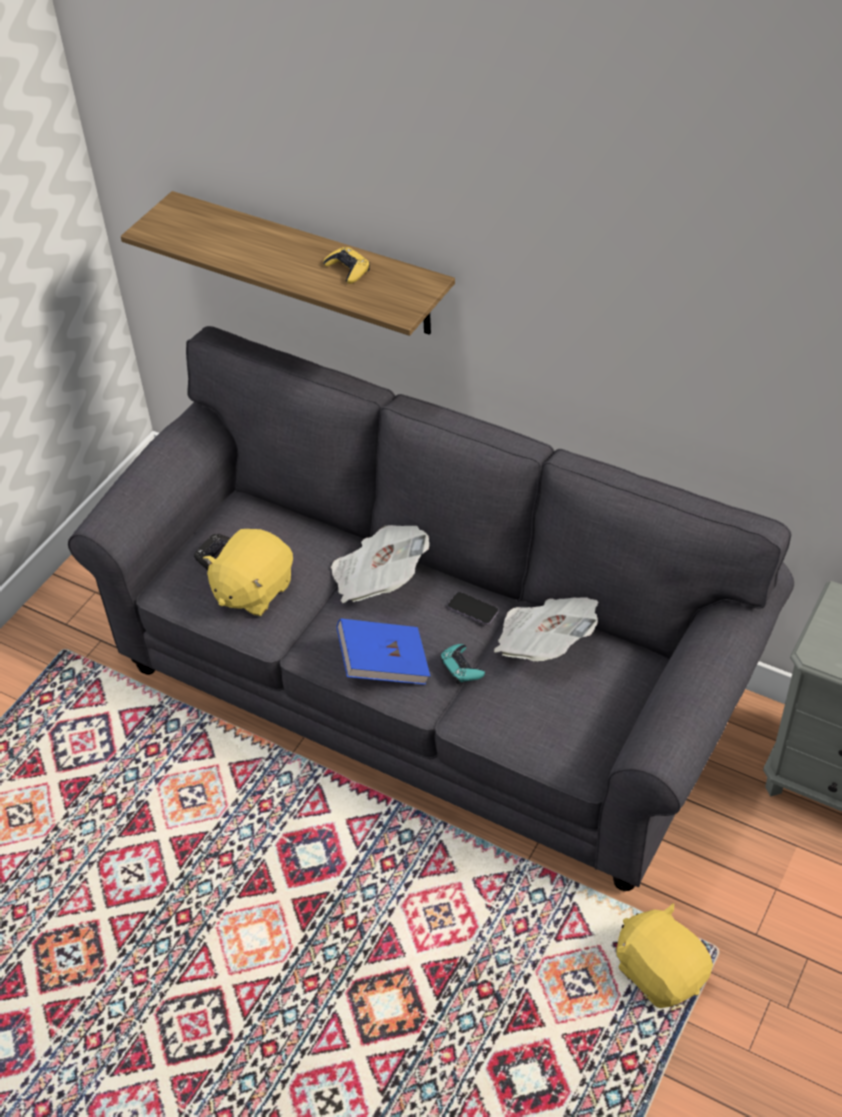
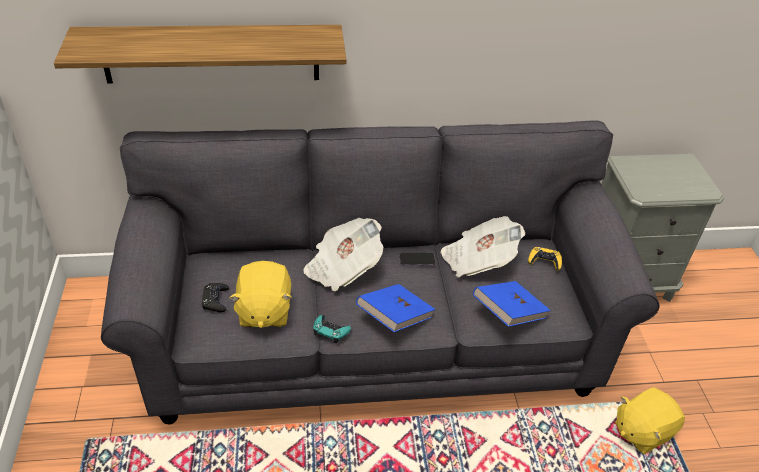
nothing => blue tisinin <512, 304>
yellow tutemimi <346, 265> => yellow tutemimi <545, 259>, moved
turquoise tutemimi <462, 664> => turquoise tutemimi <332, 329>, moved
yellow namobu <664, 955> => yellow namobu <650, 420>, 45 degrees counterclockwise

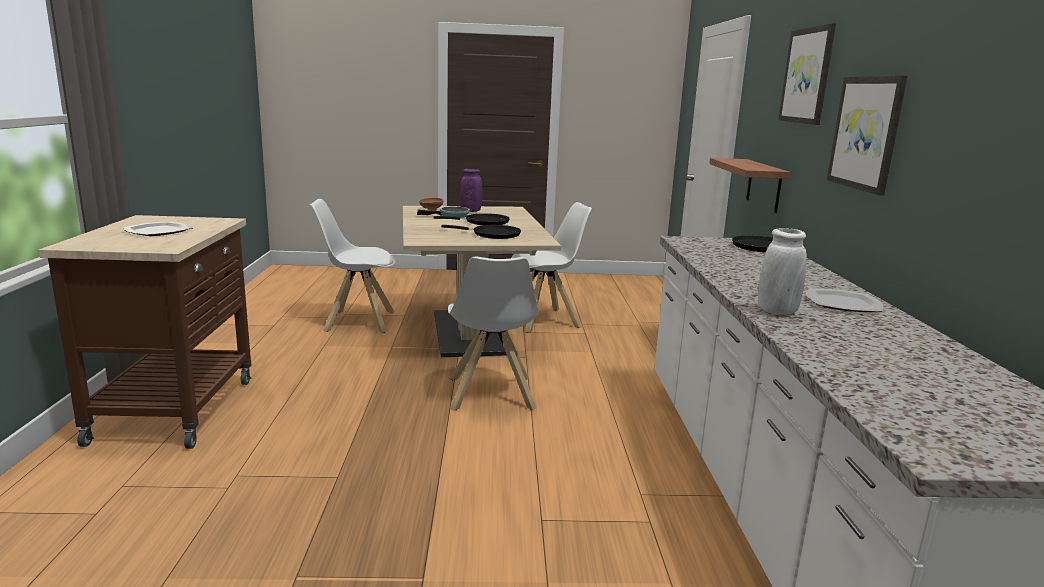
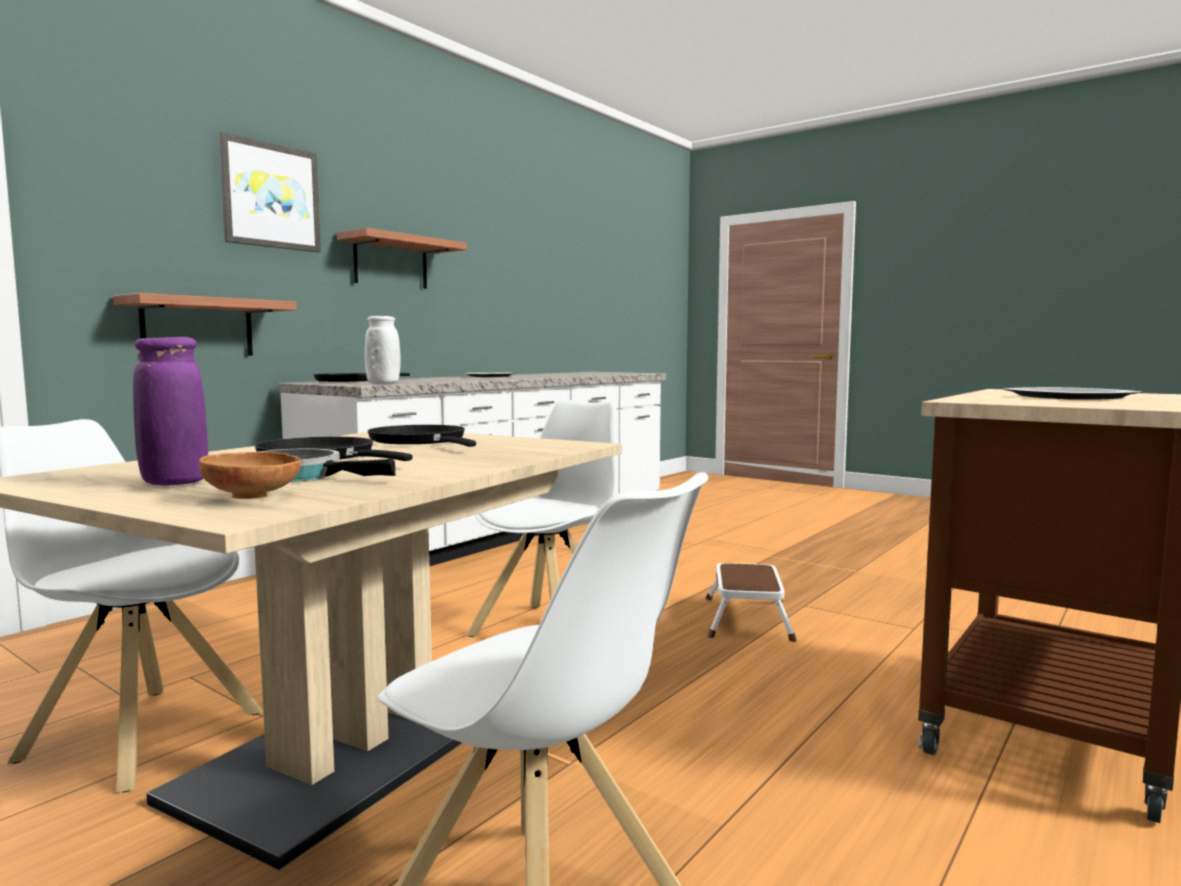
nothing => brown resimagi <751, 602>
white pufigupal <782, 271> => white pufigupal <383, 350>, moved
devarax <867, 135> => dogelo <402, 258>

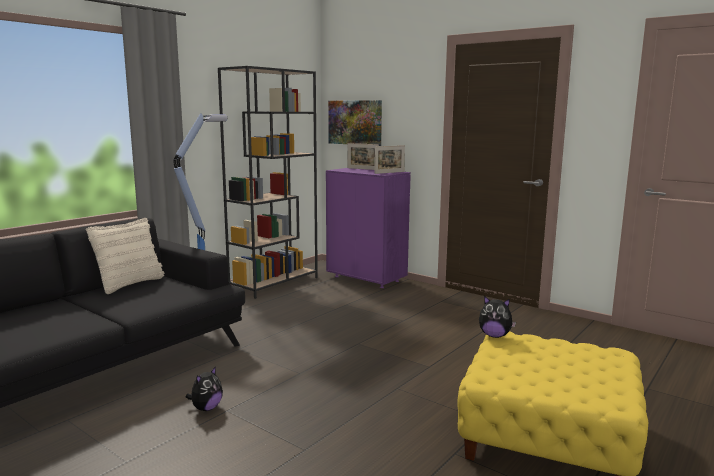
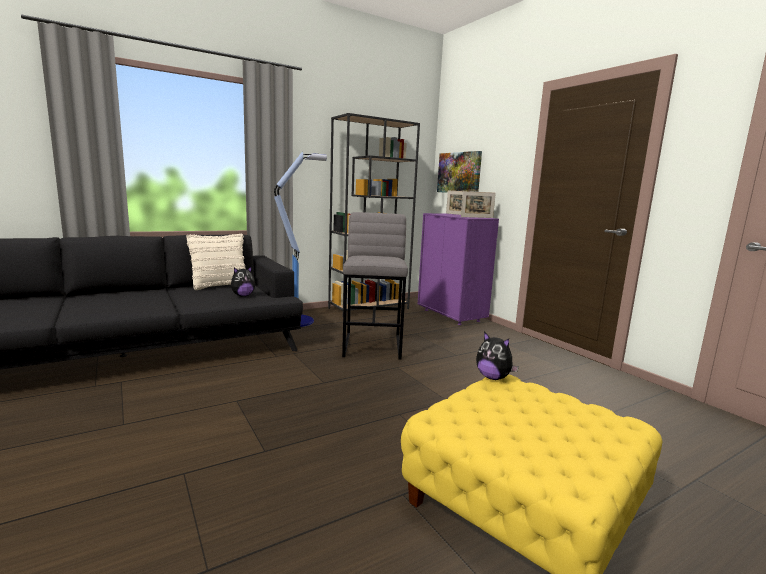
nothing => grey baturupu <375, 286>
namobu <204, 388> => namobu <243, 281>, moved

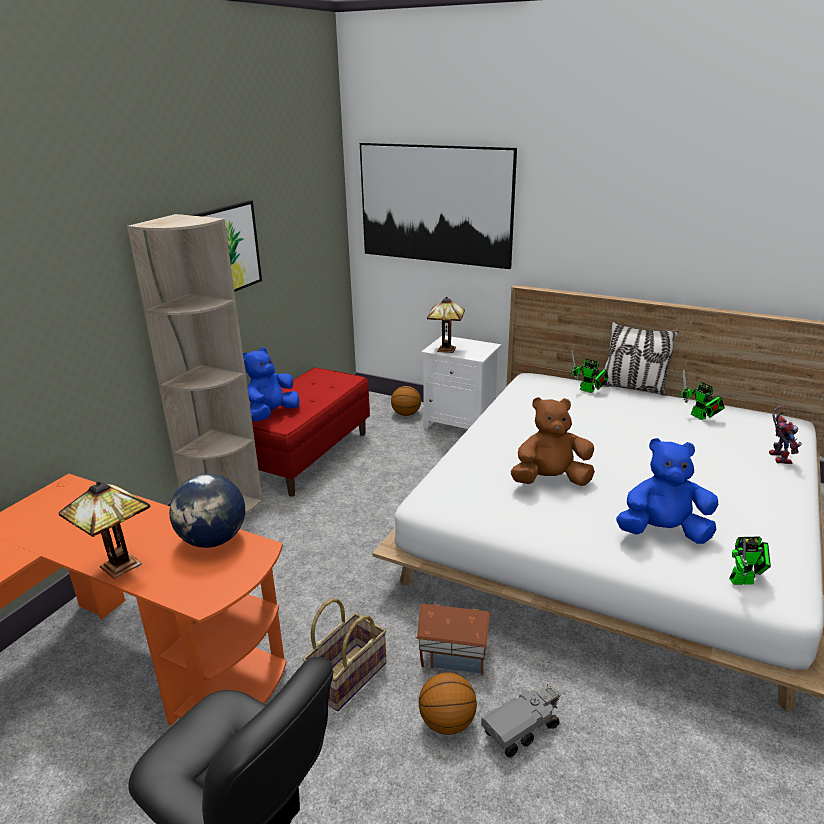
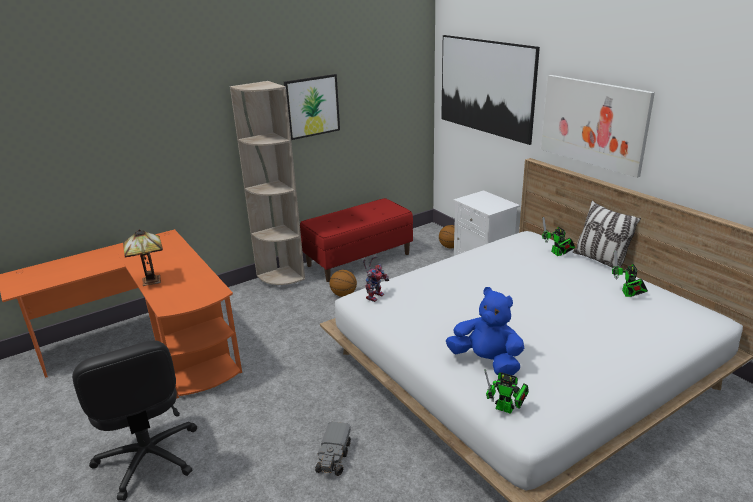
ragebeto <207, 511> => nothing
blue namobu <271, 384> => nothing
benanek <344, 654> => nothing
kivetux <453, 639> => nothing
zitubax <446, 325> => nothing
brown namobu <552, 441> => nothing
nothing => devarax <598, 126>
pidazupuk <448, 703> => pidazupuk <343, 283>, moved
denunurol <785, 435> => denunurol <376, 279>, moved
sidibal <521, 721> => sidibal <333, 449>, 105 degrees clockwise

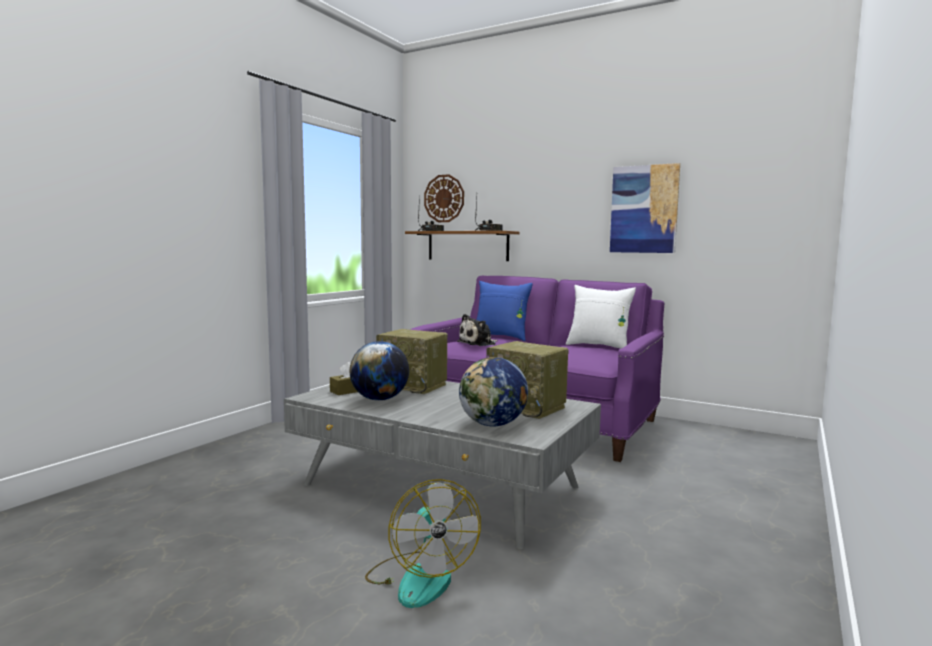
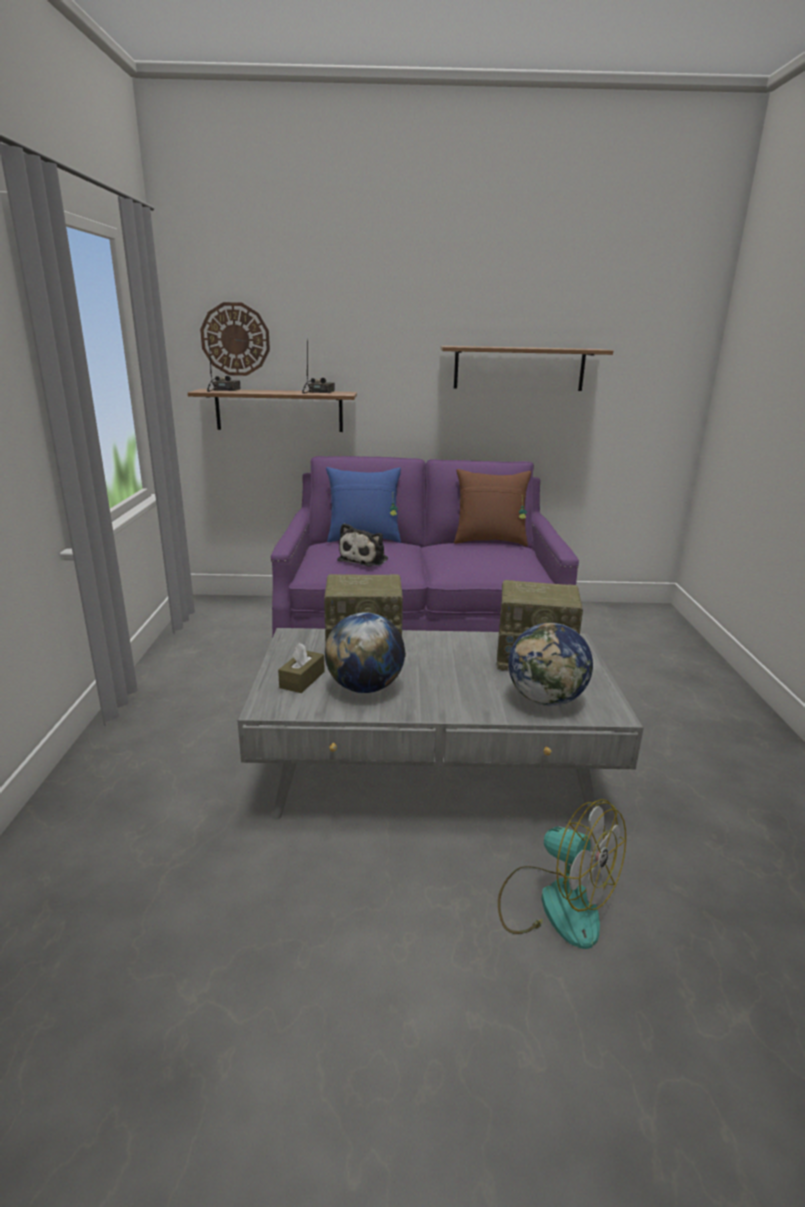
devarax <645, 208> => dogelo <526, 368>
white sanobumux <601, 317> => brown sanobumux <492, 507>

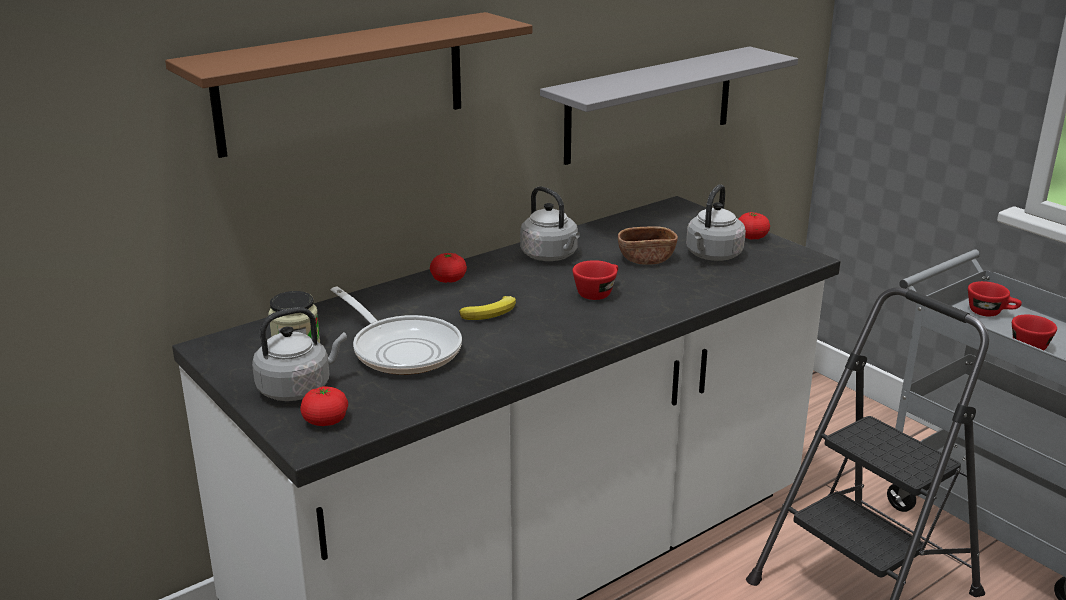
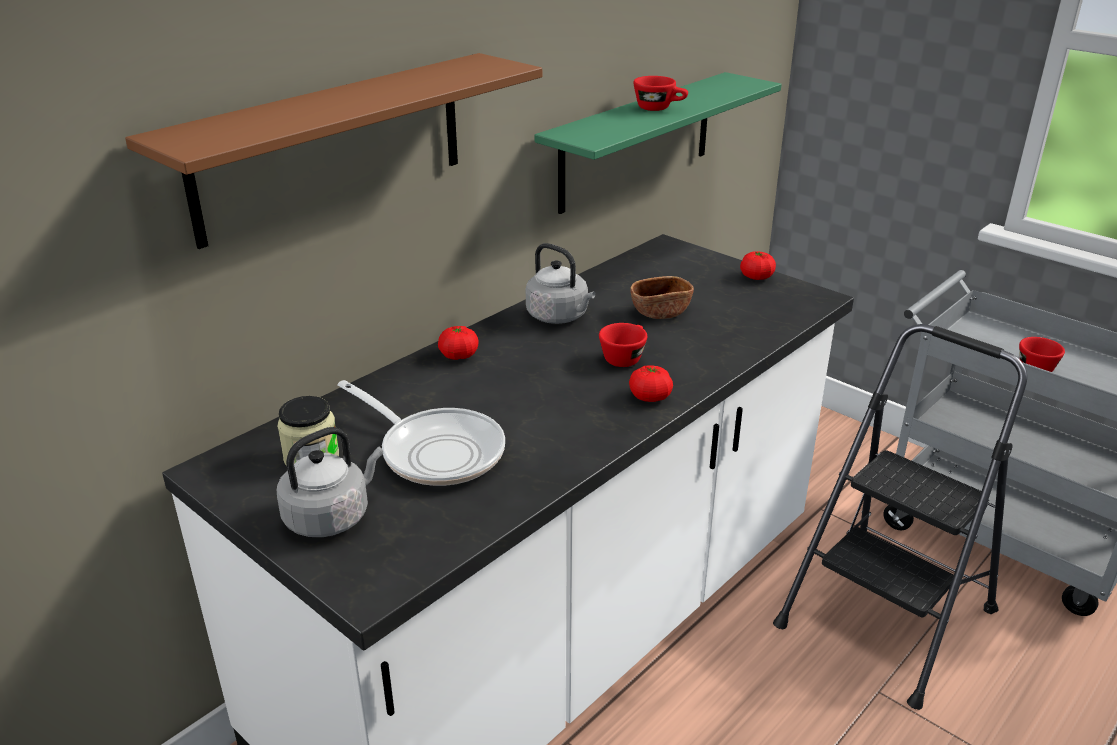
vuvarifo <487, 308> => nothing
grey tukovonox <716, 222> => nothing
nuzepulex <324, 406> => nuzepulex <651, 383>, moved
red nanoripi <995, 298> => red nanoripi <660, 93>, moved
grey dogelo <669, 105> => green dogelo <658, 143>

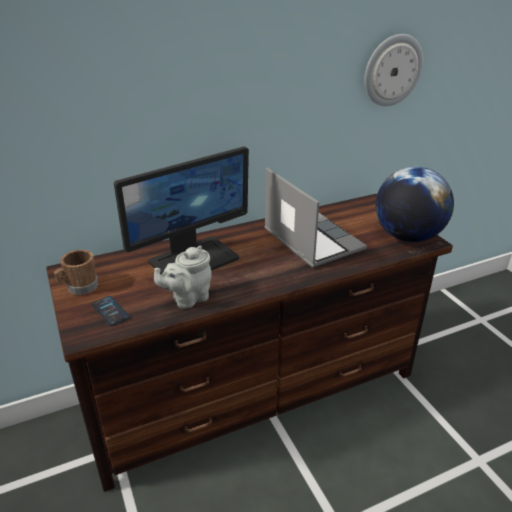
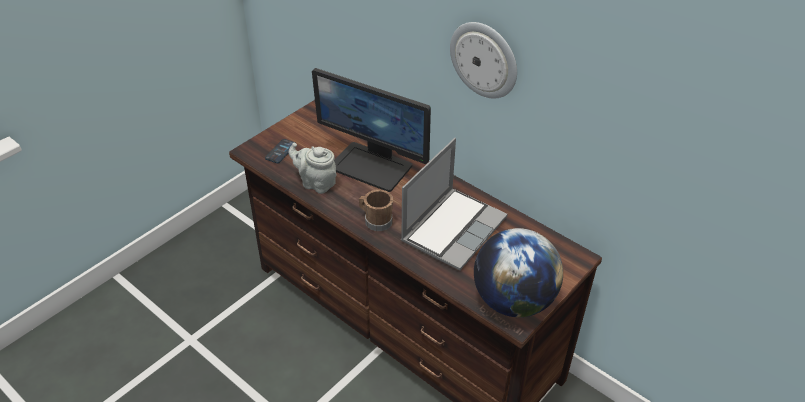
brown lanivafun <76, 272> => brown lanivafun <376, 210>, moved
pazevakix <394, 70> => pazevakix <483, 60>, moved

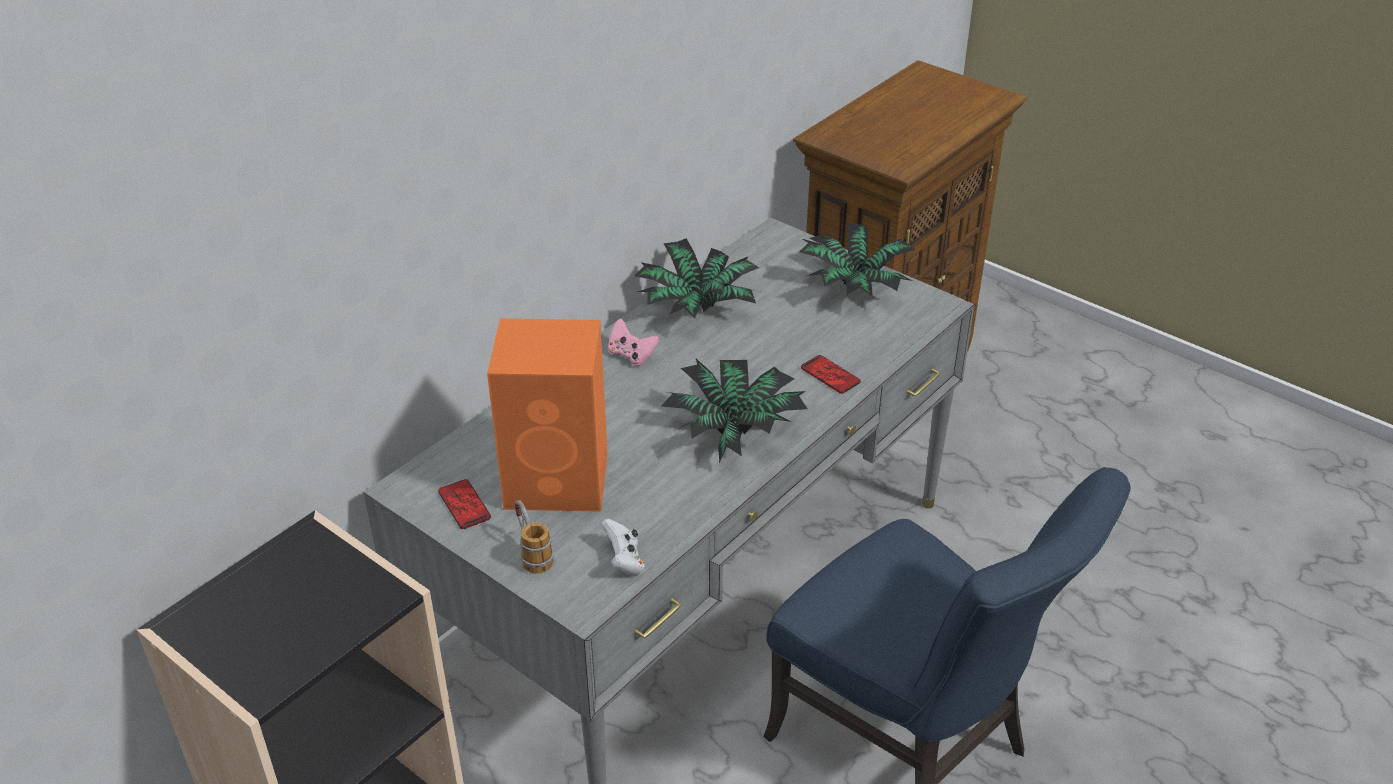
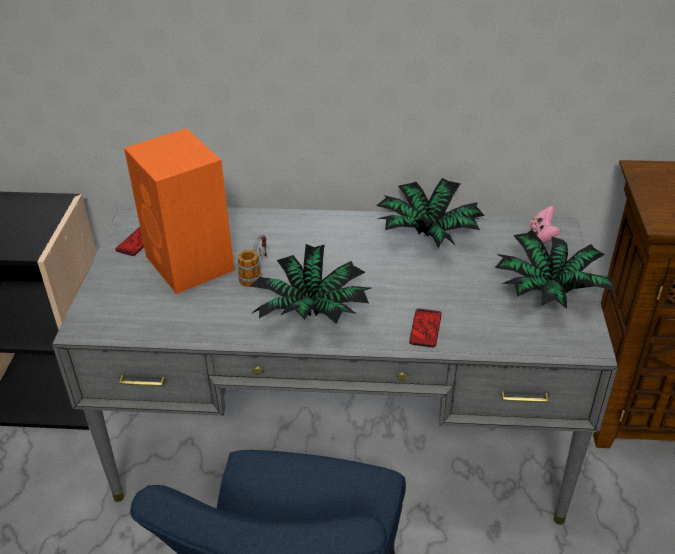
white tutemimi <623, 547> => nothing
lanivafun <534, 537> => lanivafun <252, 261>, moved
pink tutemimi <633, 342> => pink tutemimi <545, 224>, moved

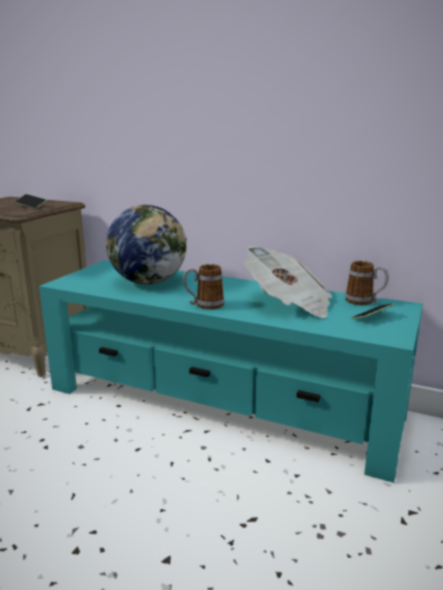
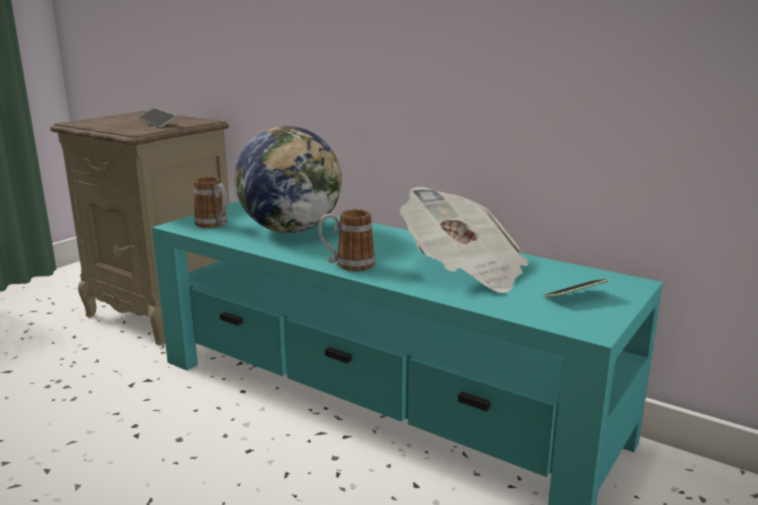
lanivafun <367, 283> => lanivafun <211, 202>, moved

